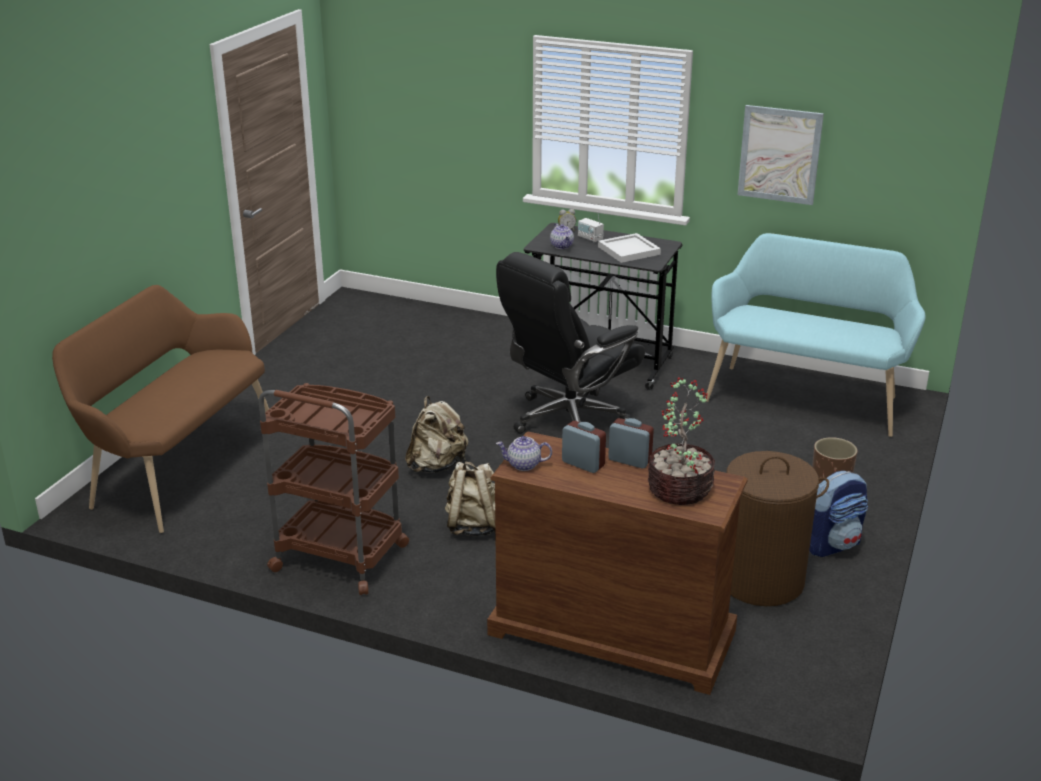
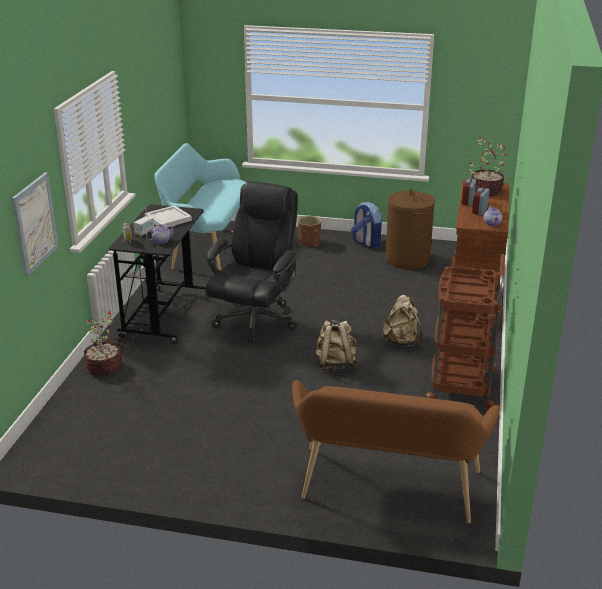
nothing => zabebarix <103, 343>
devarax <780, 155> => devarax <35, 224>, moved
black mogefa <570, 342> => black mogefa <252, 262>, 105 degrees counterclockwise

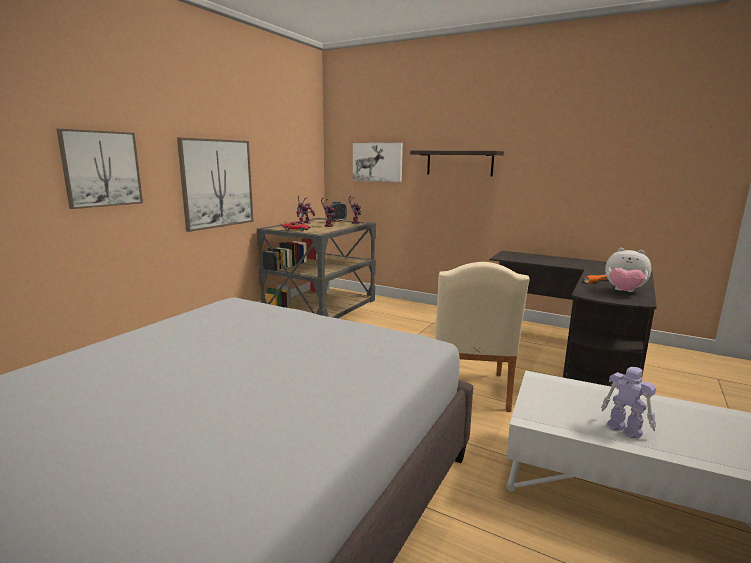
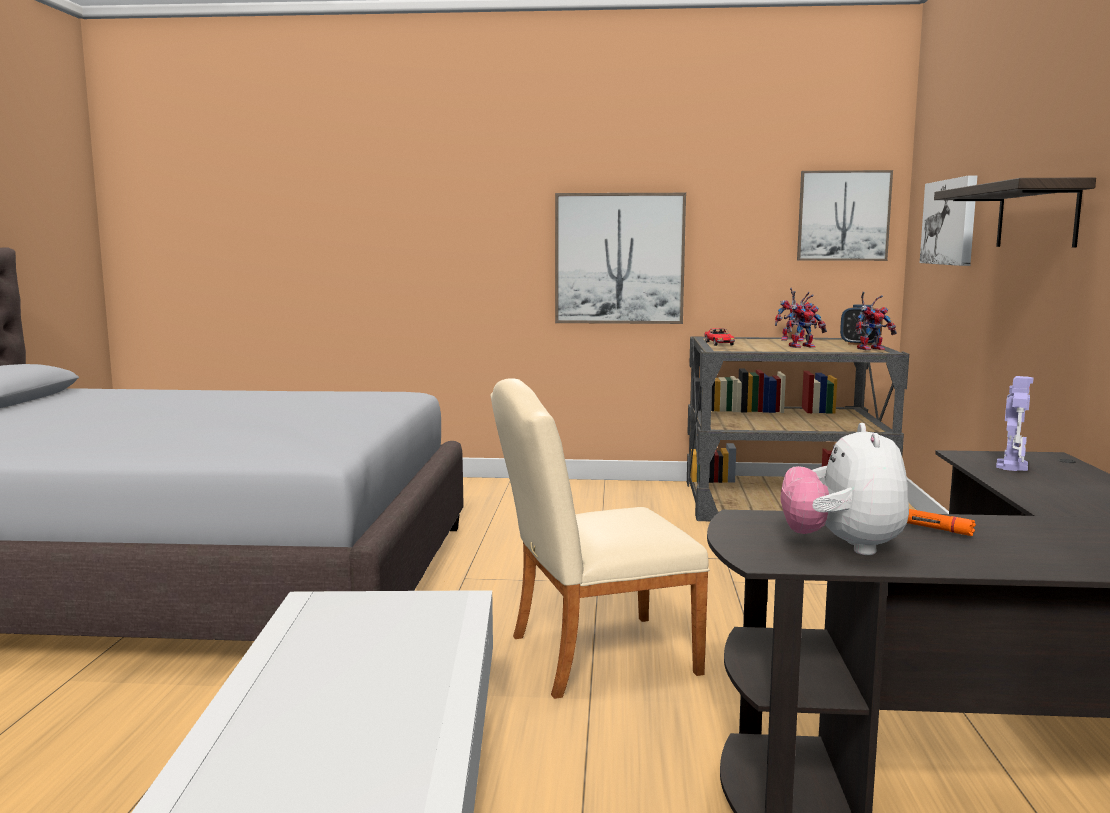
devarax <100, 169> => devarax <845, 215>, moved
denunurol <628, 403> => denunurol <1014, 423>, moved

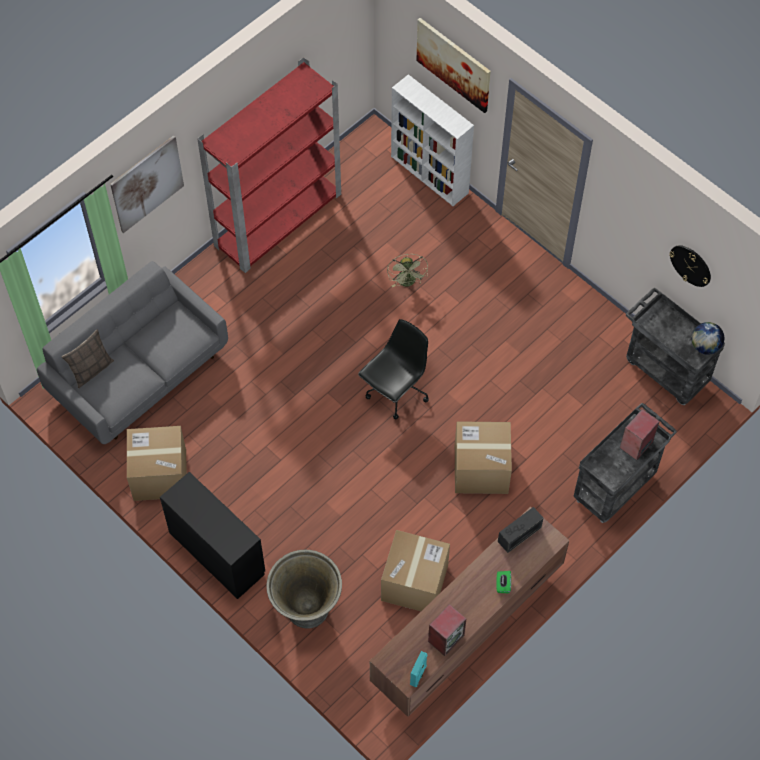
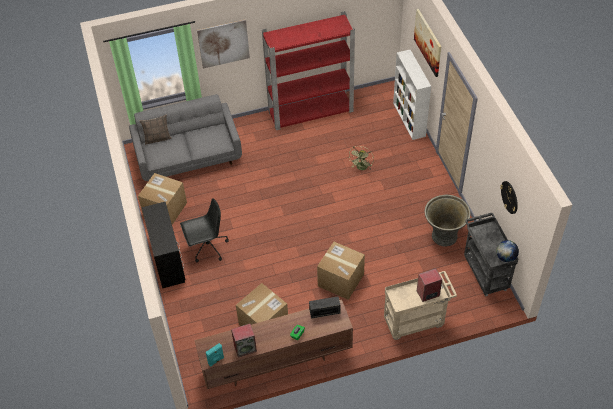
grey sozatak <304, 589> => grey sozatak <448, 220>, moved
black mogefa <393, 369> => black mogefa <204, 230>, moved
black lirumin <625, 463> => beige lirumin <420, 305>

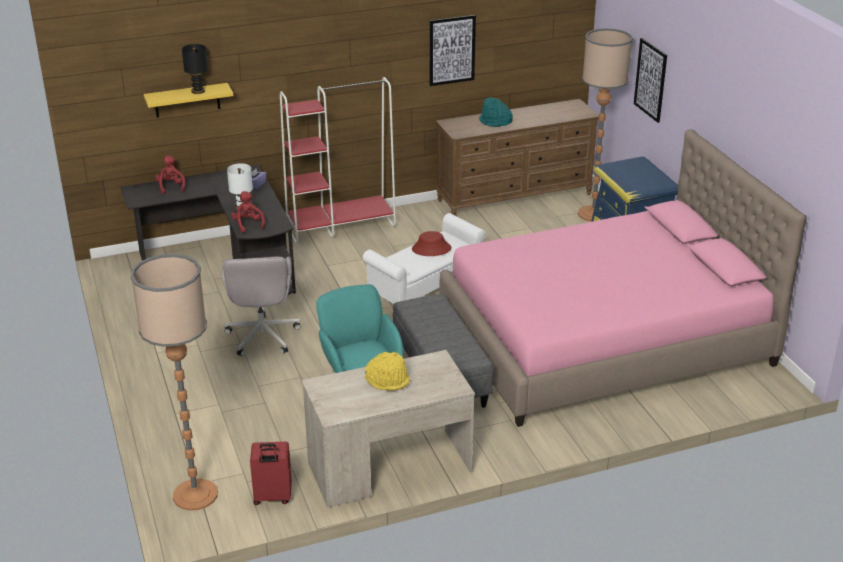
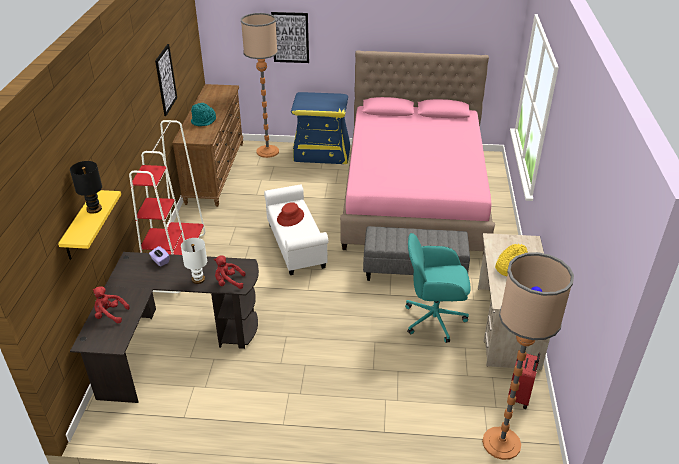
grey mogefa <261, 306> => nothing

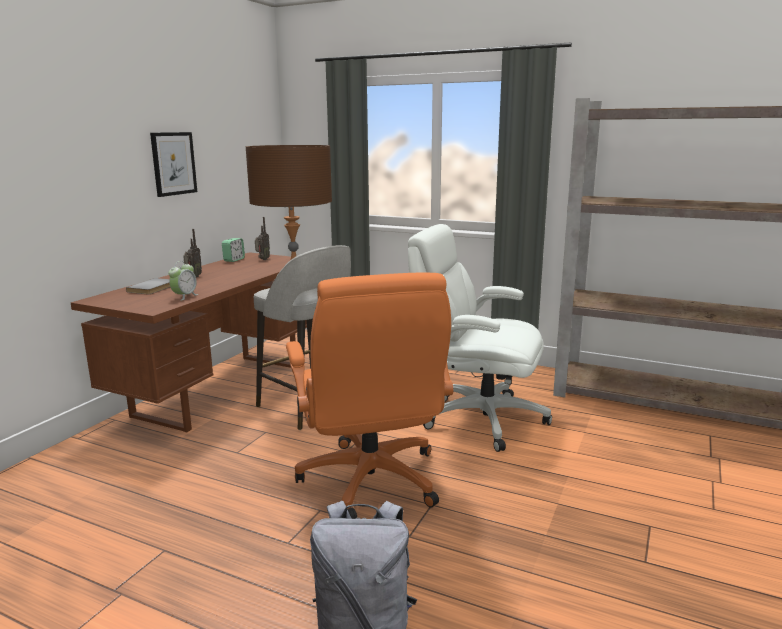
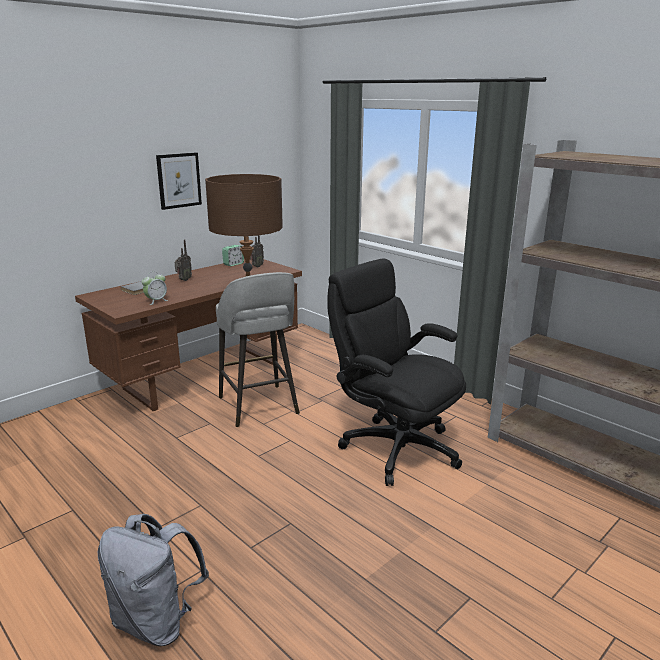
orange mogefa <369, 396> => nothing
white mogefa <480, 338> => black mogefa <396, 372>

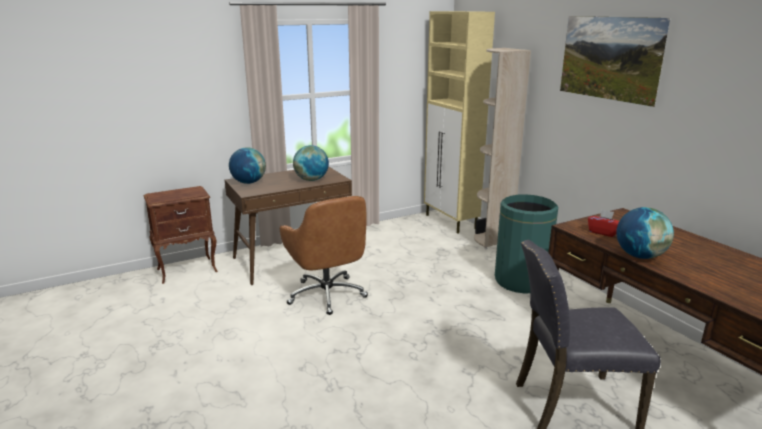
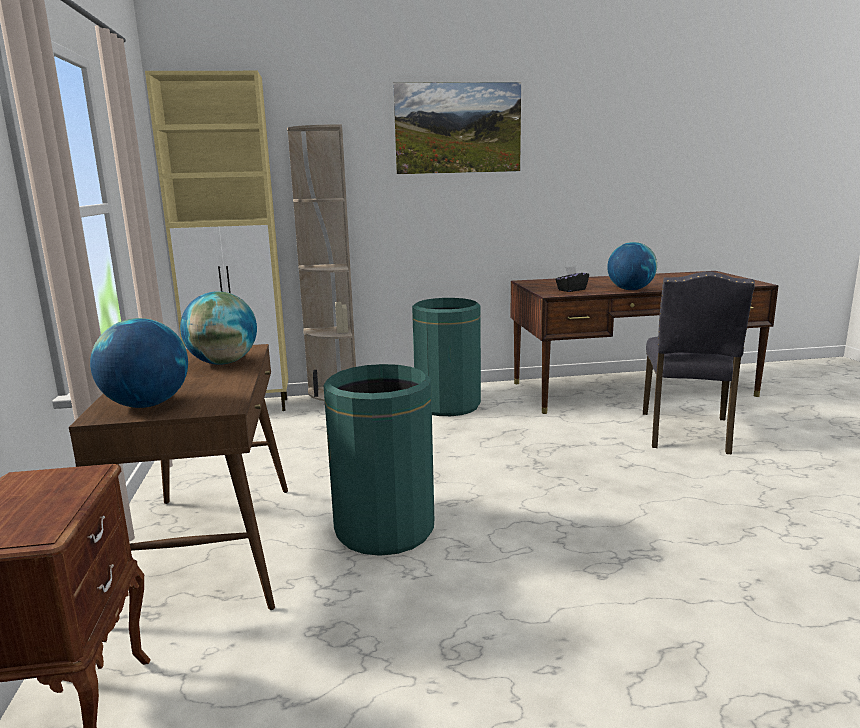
brown mogefa <324, 255> => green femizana <378, 460>
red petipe <603, 223> => black petipe <572, 279>

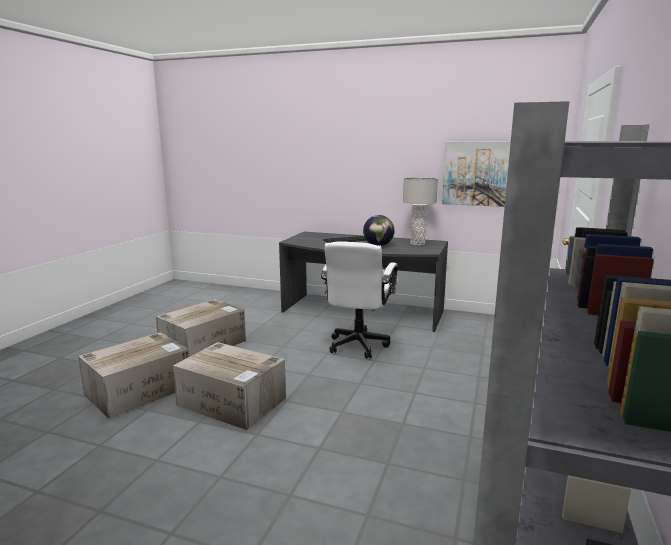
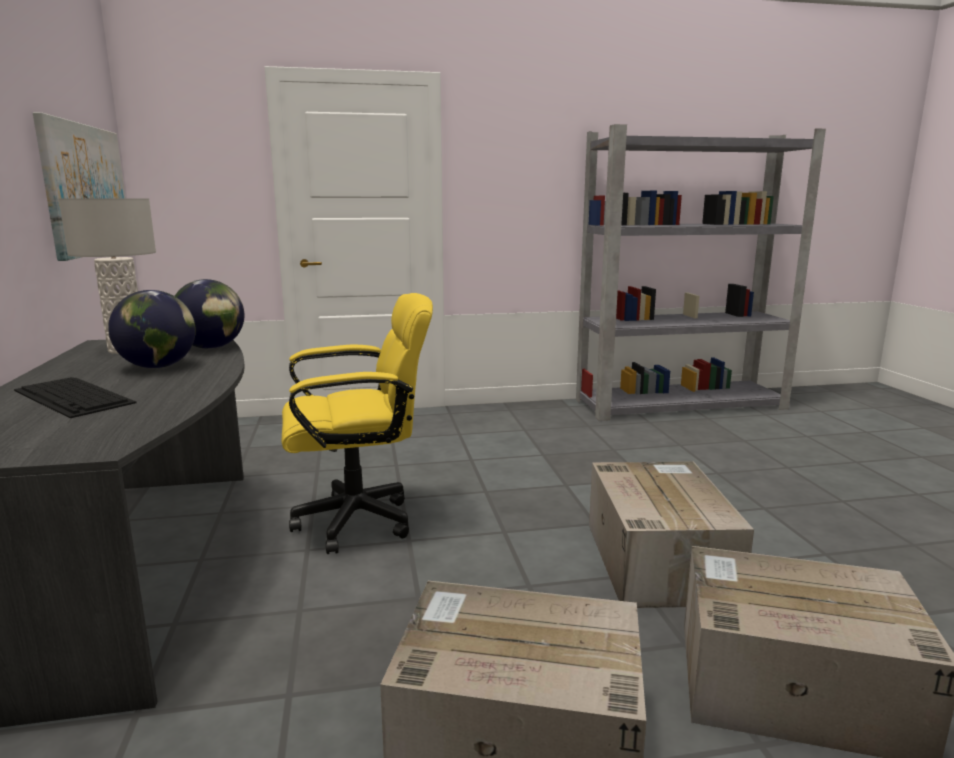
nothing => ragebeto <209, 314>
white mogefa <359, 300> => yellow mogefa <357, 423>

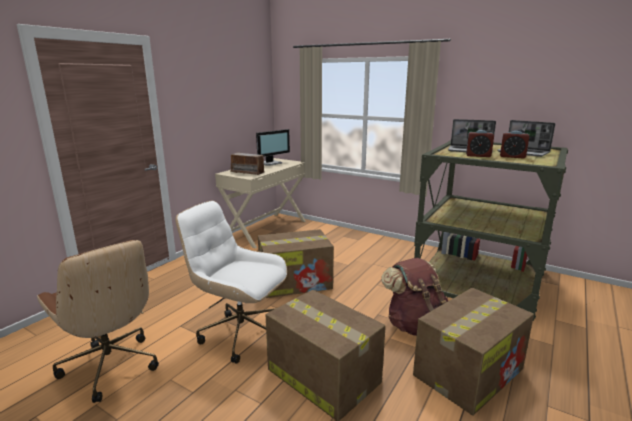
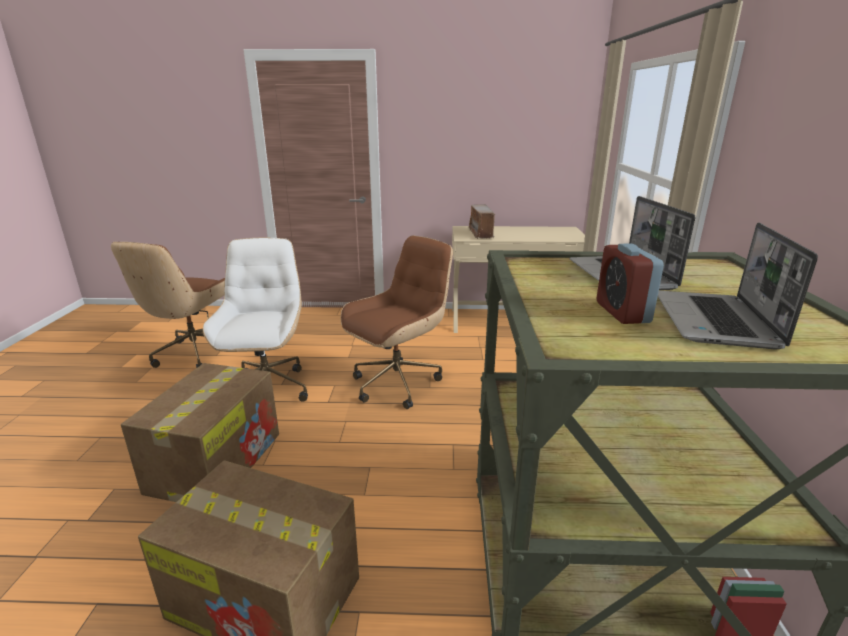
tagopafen <273, 147> => nothing
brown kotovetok <415, 297> => nothing
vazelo <480, 143> => nothing
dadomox <296, 263> => brown mogefa <397, 322>

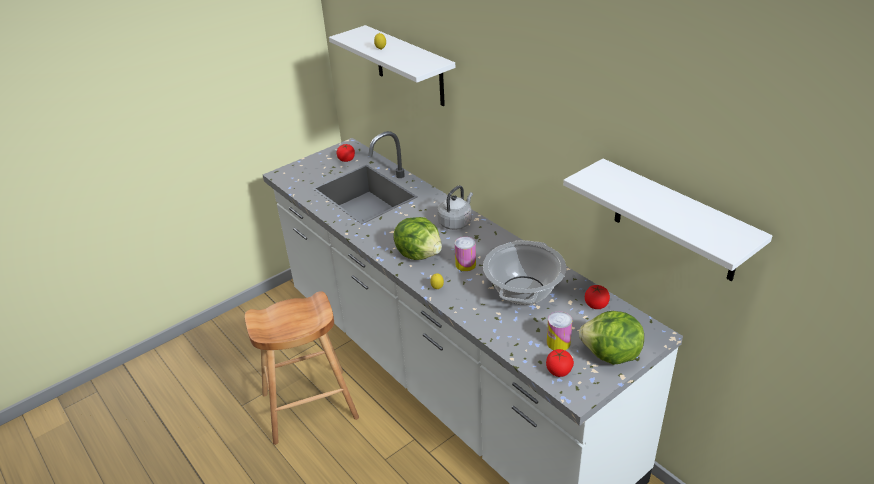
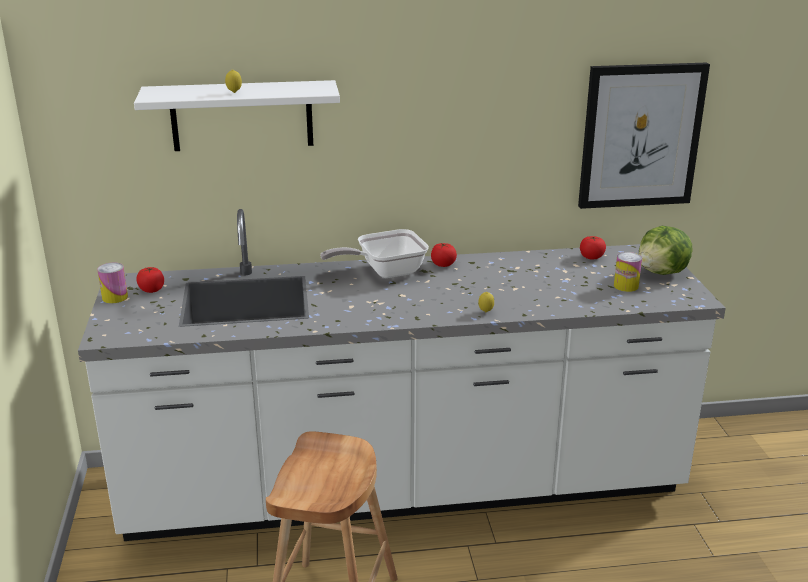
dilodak <417, 238> => nothing
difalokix <524, 272> => nothing
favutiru <465, 254> => favutiru <112, 282>, moved
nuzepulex <560, 363> => nuzepulex <444, 255>, moved
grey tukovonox <455, 207> => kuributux <374, 253>
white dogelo <667, 219> => devarax <644, 135>

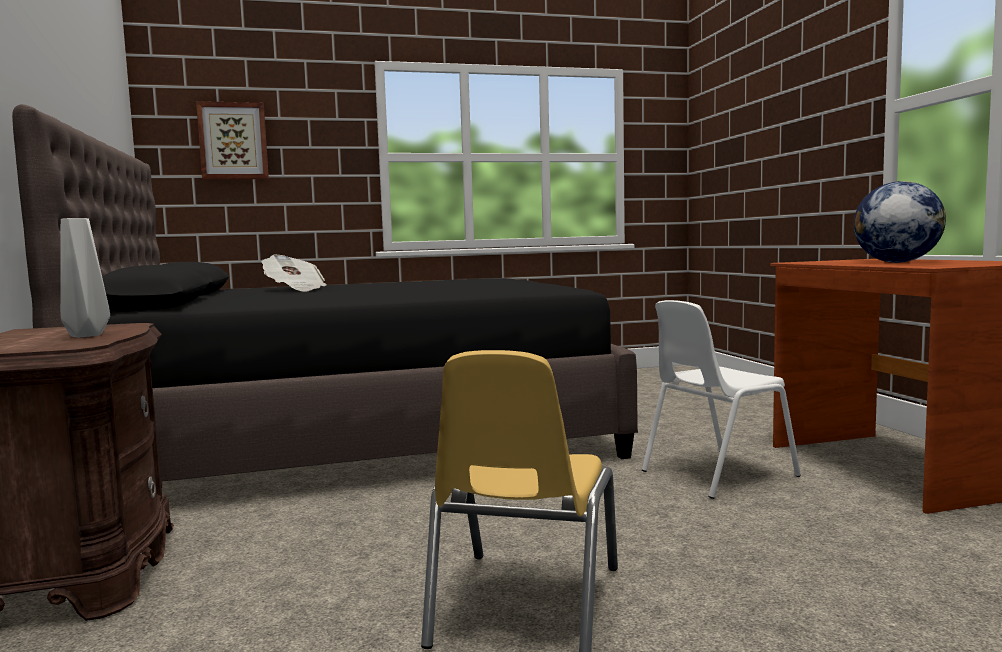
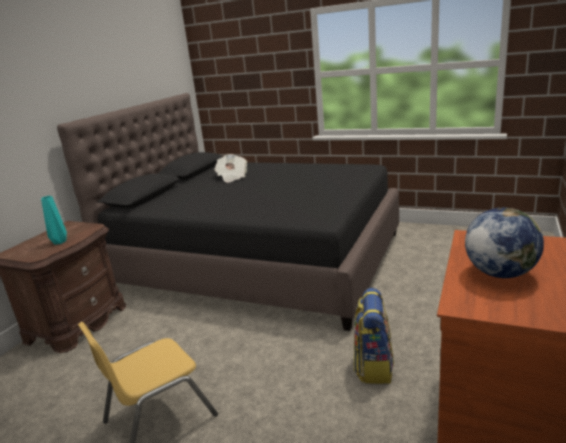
devarax <232, 140> => nothing
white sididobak <721, 399> => kotovetok <374, 336>
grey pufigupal <85, 277> => turquoise pufigupal <54, 220>

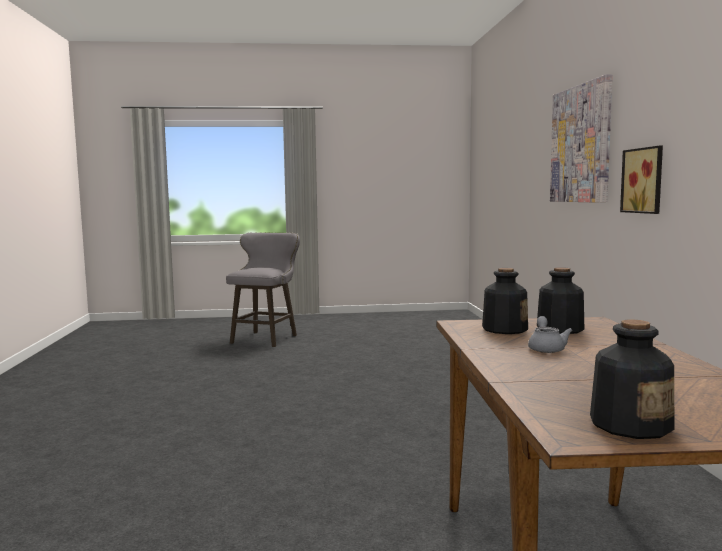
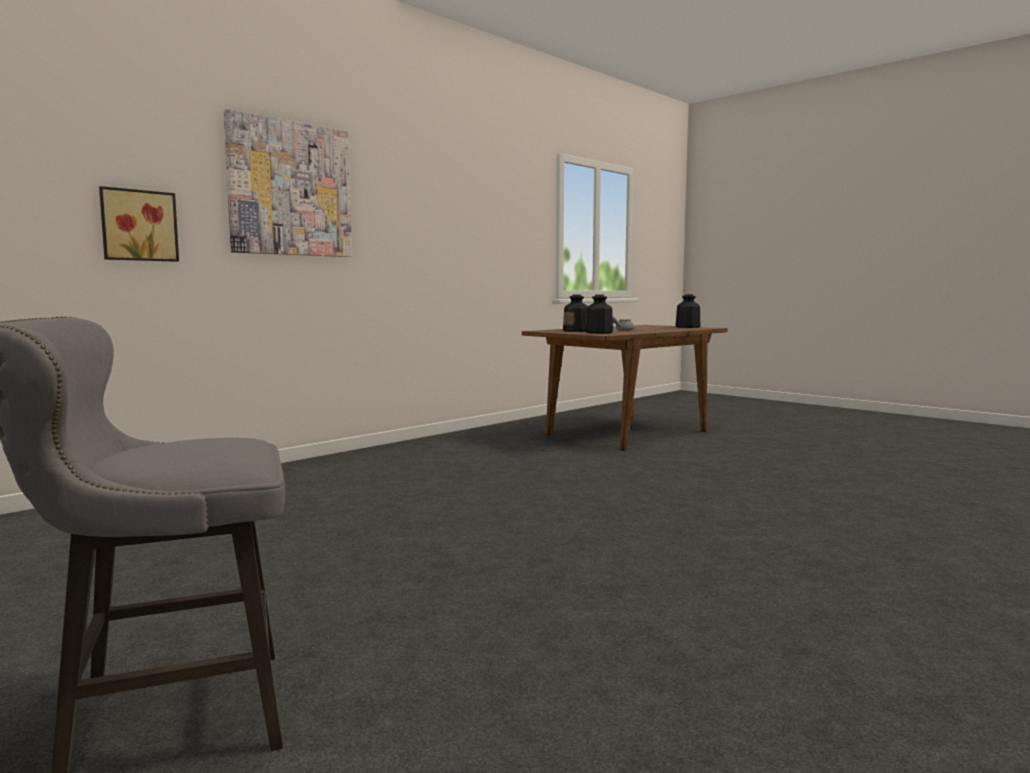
devarax <641, 179> => devarax <139, 224>, moved

